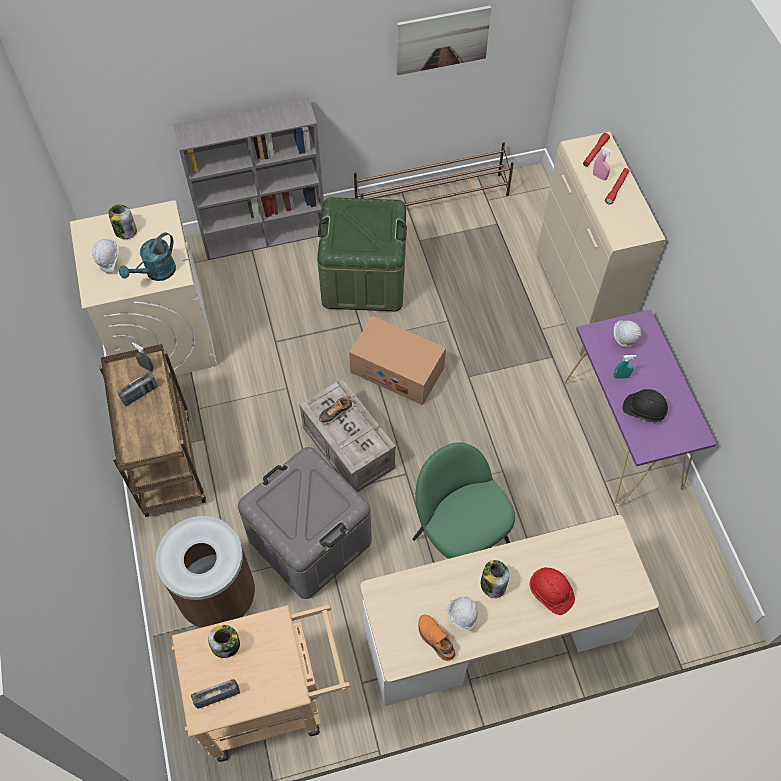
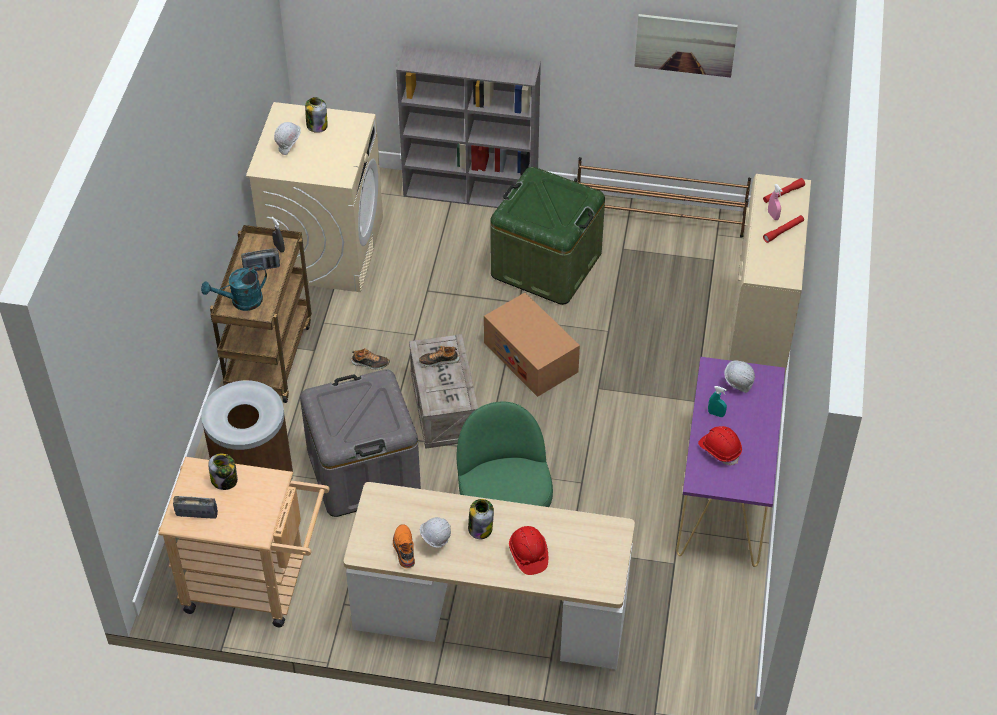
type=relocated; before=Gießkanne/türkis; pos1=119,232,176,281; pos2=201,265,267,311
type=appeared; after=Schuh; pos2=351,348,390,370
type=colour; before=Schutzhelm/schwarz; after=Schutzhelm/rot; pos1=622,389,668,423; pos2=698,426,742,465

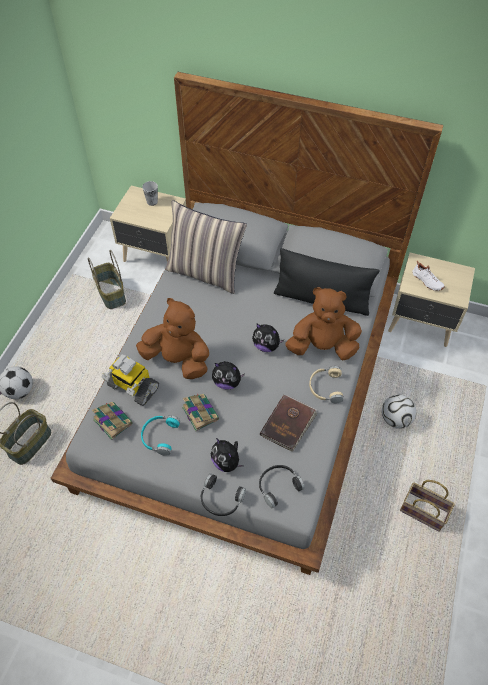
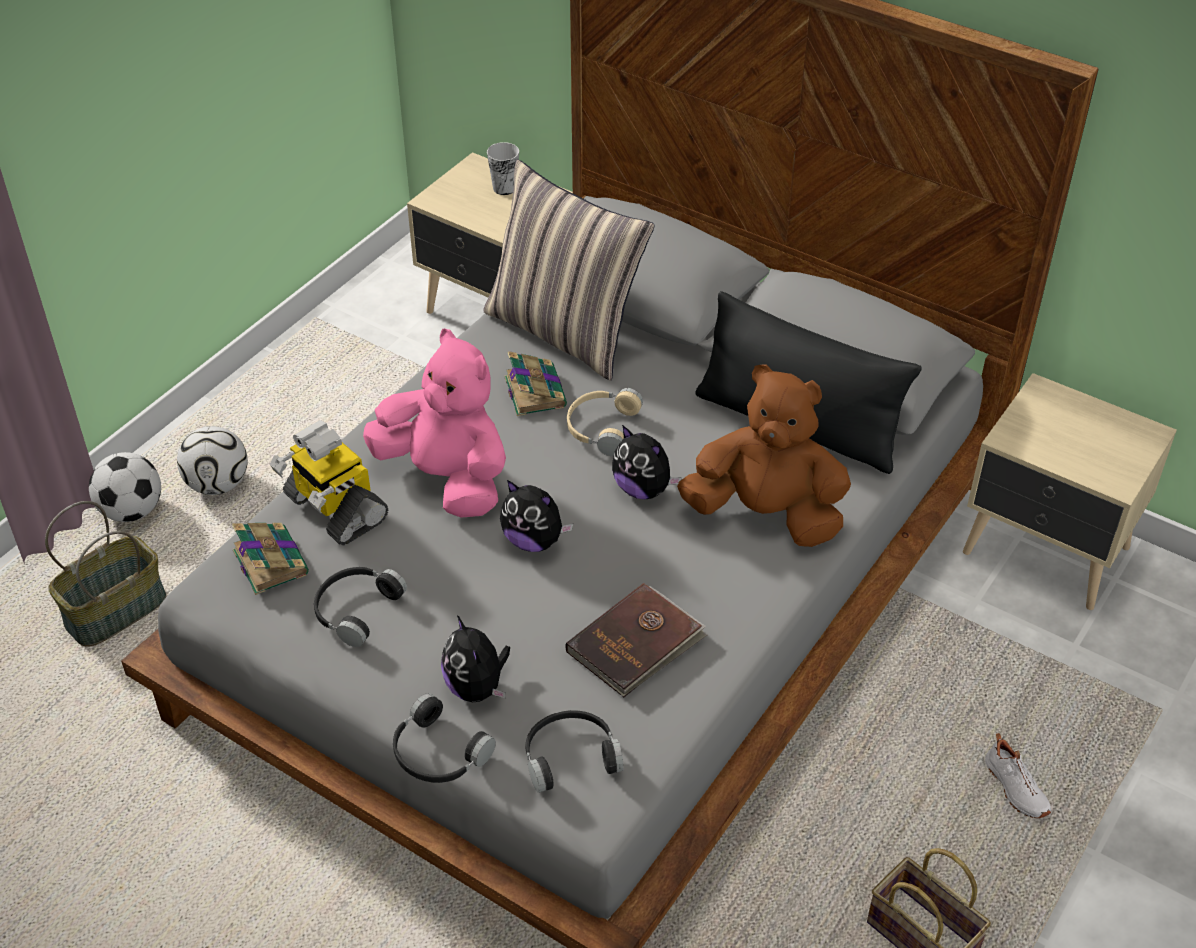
type=relocated; before=Fußball; pos1=382,395,417,429; pos2=177,426,248,495
type=colour; before=Kopfhörer/türkis; after=Kopfhörer/schwarz; pos1=141,415,181,456; pos2=314,567,407,647
type=colour; before=Plüschtier/braun; after=Plüschtier/rosa; pos1=136,298,209,379; pos2=363,329,506,518
type=relocated; before=Buch; pos1=182,394,219,431; pos2=504,351,567,416
type=relocated; before=Kopfhörer/beige; pos1=309,366,343,404; pos2=567,388,643,456
type=relocated; before=Schuh/weiß; pos1=412,261,444,291; pos2=985,733,1051,818
type=missing; before=Korb; pos1=88,250,126,309

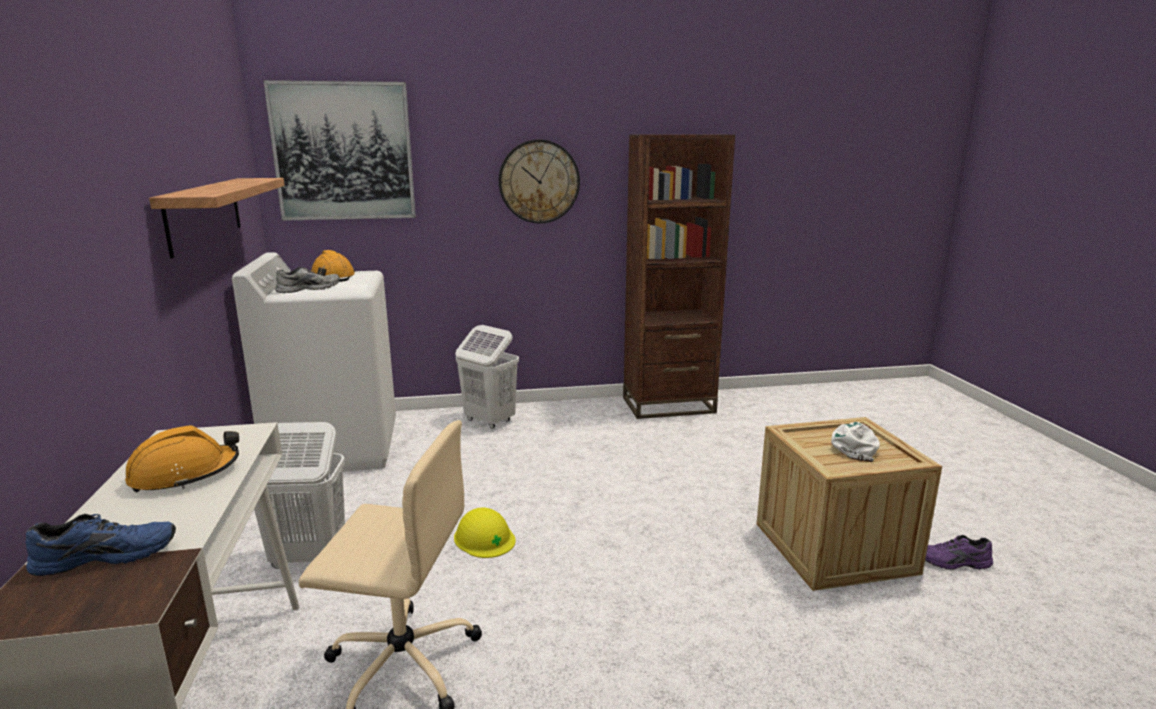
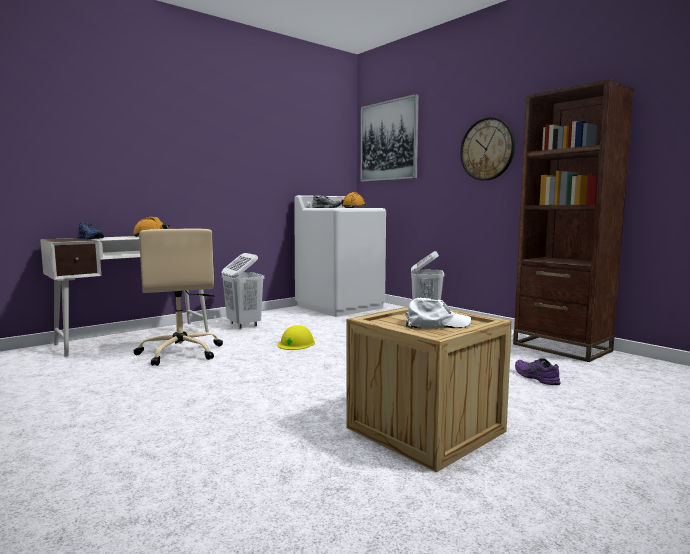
type=relocated; before=Schuh/lila; pos1=925,535,993,570; pos2=515,358,561,385
type=missing; before=Wandregal; pos1=149,178,285,258

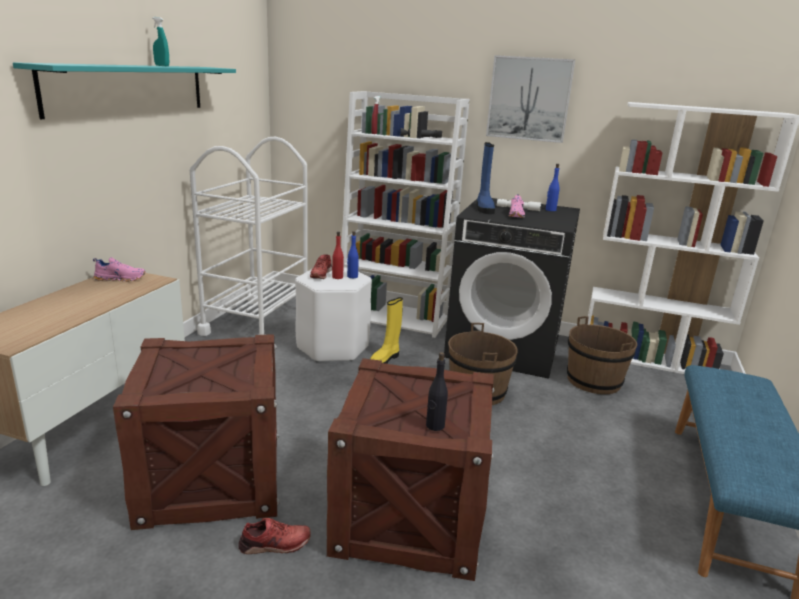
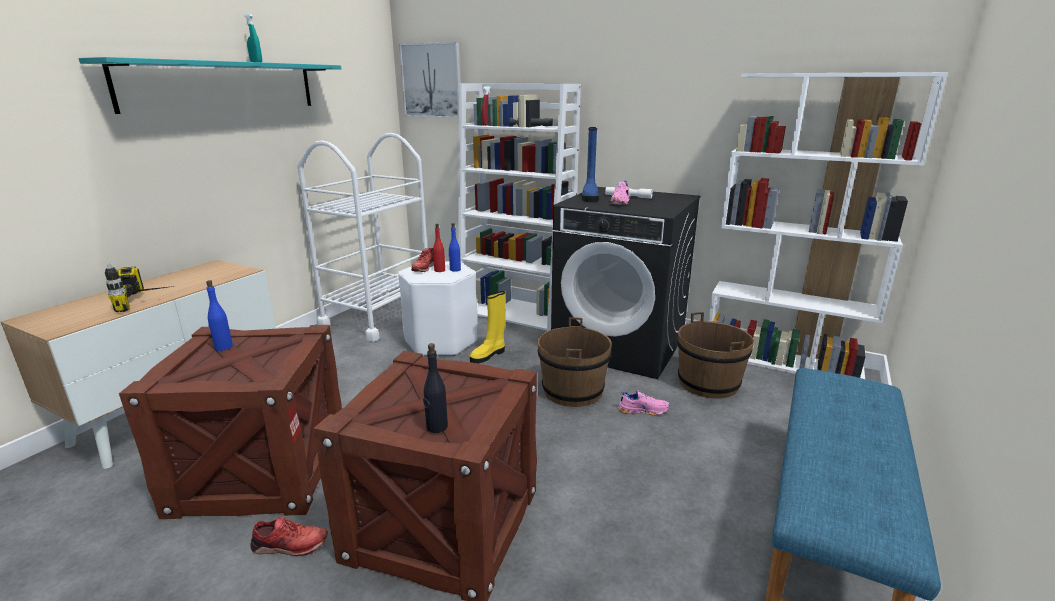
type=appeared; after=Bohrmaschine; pos2=105,263,175,312
type=relocated; before=Flasche/blau; pos1=546,164,560,211; pos2=206,280,233,351
type=relocated; before=Bild; pos1=486,55,575,143; pos2=399,42,461,118
type=relocated; before=Schuh/rosa; pos1=93,257,146,282; pos2=618,390,669,415

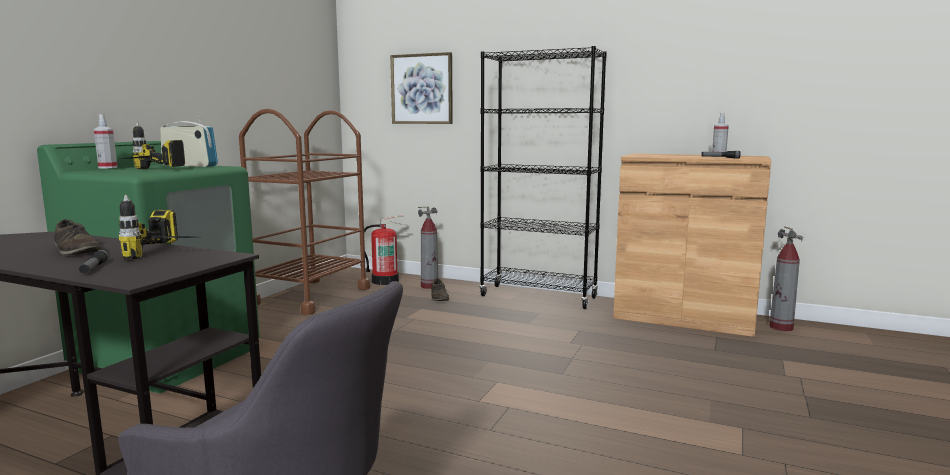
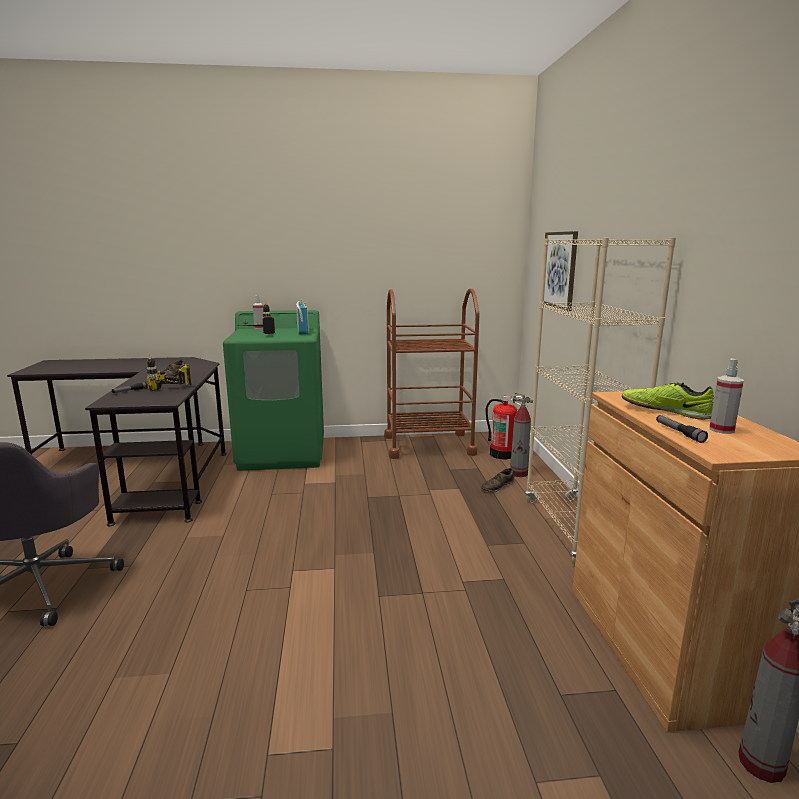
type=colour; before=Bücherregal/schwarz; after=Bücherregal/beige; pos1=479,46,607,309; pos2=525,238,676,565
type=appeared; after=Schuh; pos2=622,383,714,420

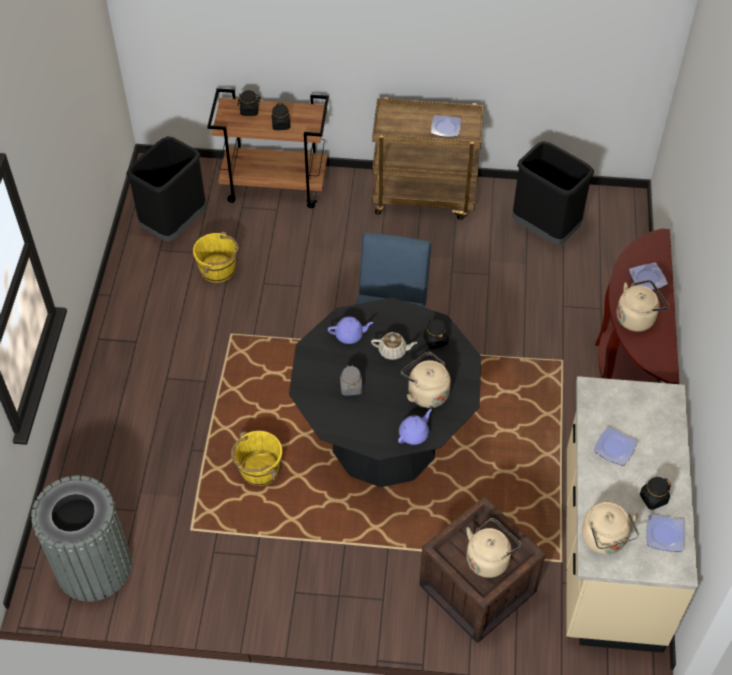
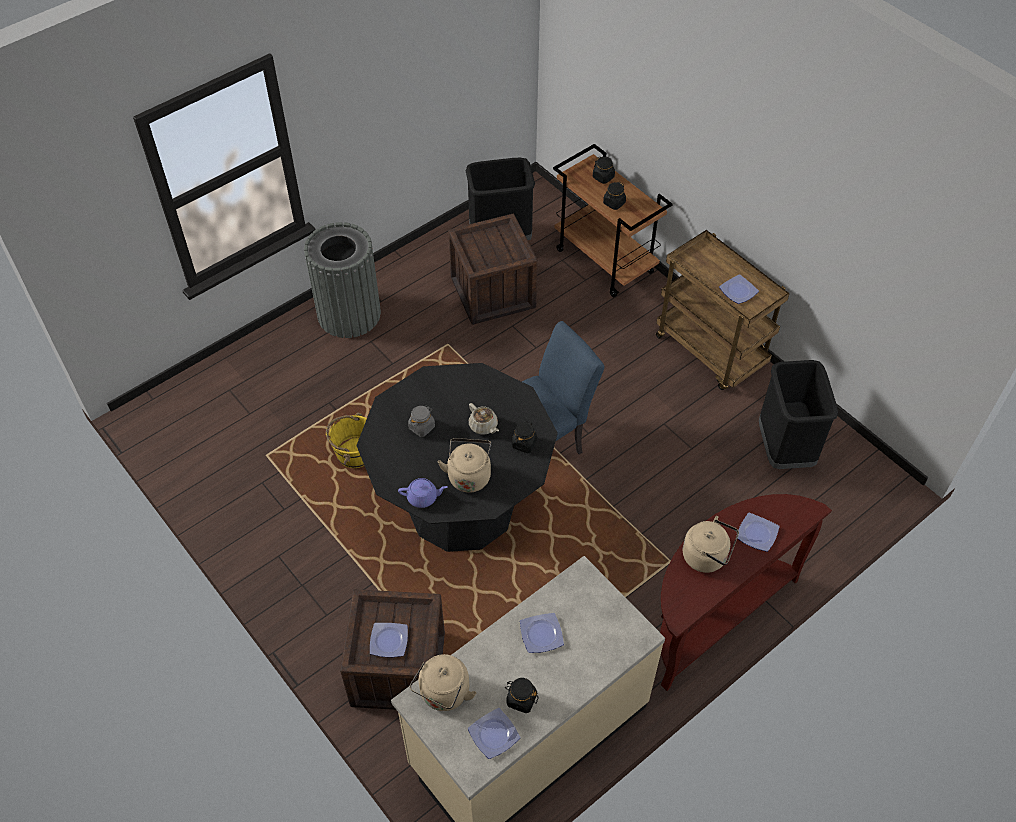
type=relocated; before=Mülleimer/grau; pos1=31,475,132,602; pos2=304,222,381,338
type=exchanged; before=Wasserkessel/beige; after=Teller; pos1=466,518,521,578; pos2=370,623,408,657
type=exchanged; before=Eimer/gelb; after=Kiste; pos1=193,232,239,283; pos2=448,214,538,325
type=missing; before=Teekanne/lila; pos1=328,317,373,344

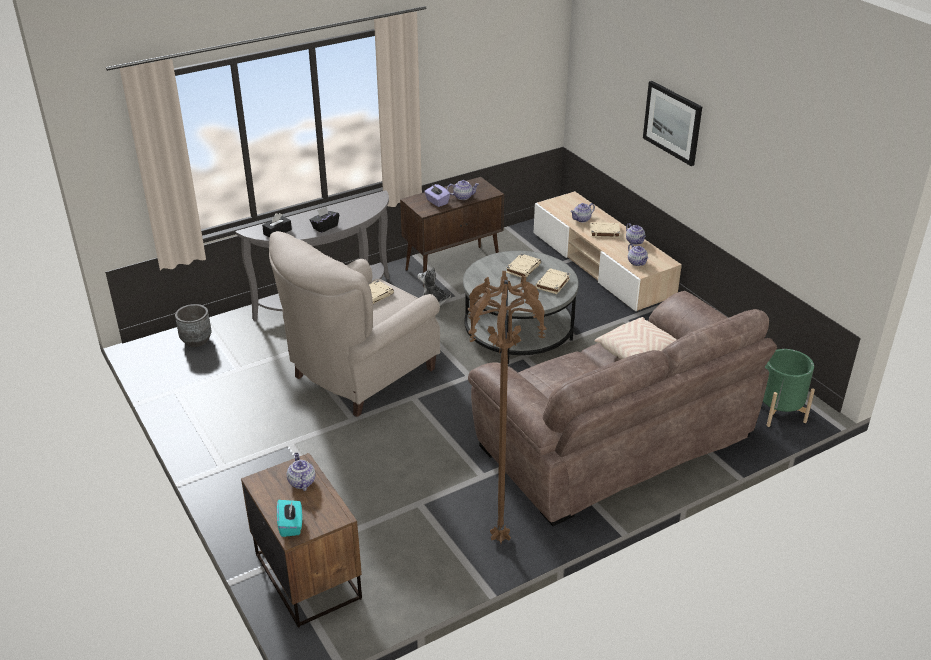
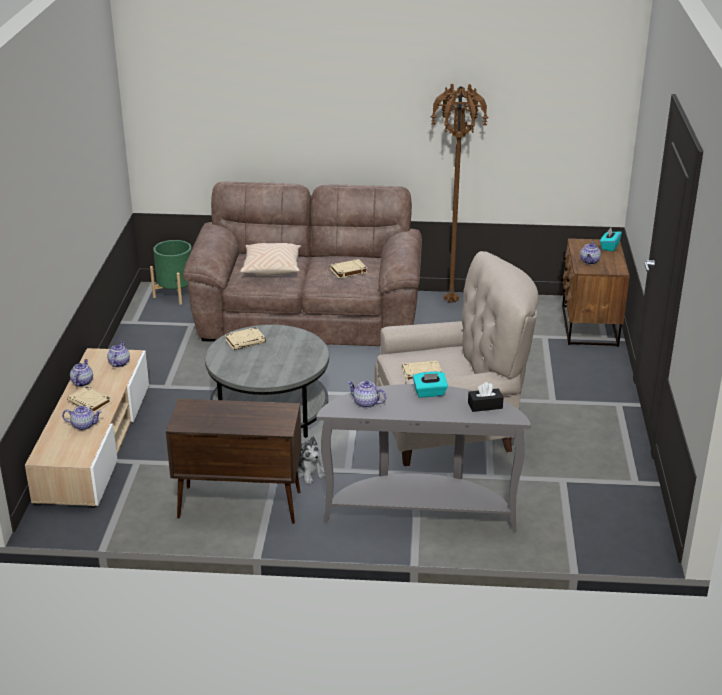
type=relocated; before=Buch/beige; pos1=506,254,541,278; pos2=330,259,367,278
type=relocated; before=Teekanne; pos1=447,180,479,200; pos2=347,381,386,408
type=colour; before=Taschentuchbox/schwarz; after=Taschentuchbox/türkis; pos1=310,206,339,233; pos2=413,371,448,398
type=missing; before=Pflanzkübel/grau; pos1=175,304,212,347
type=missing; before=Taschentuchbox/lila; pos1=424,184,450,207
type=missing; before=Bild; pos1=643,81,702,166

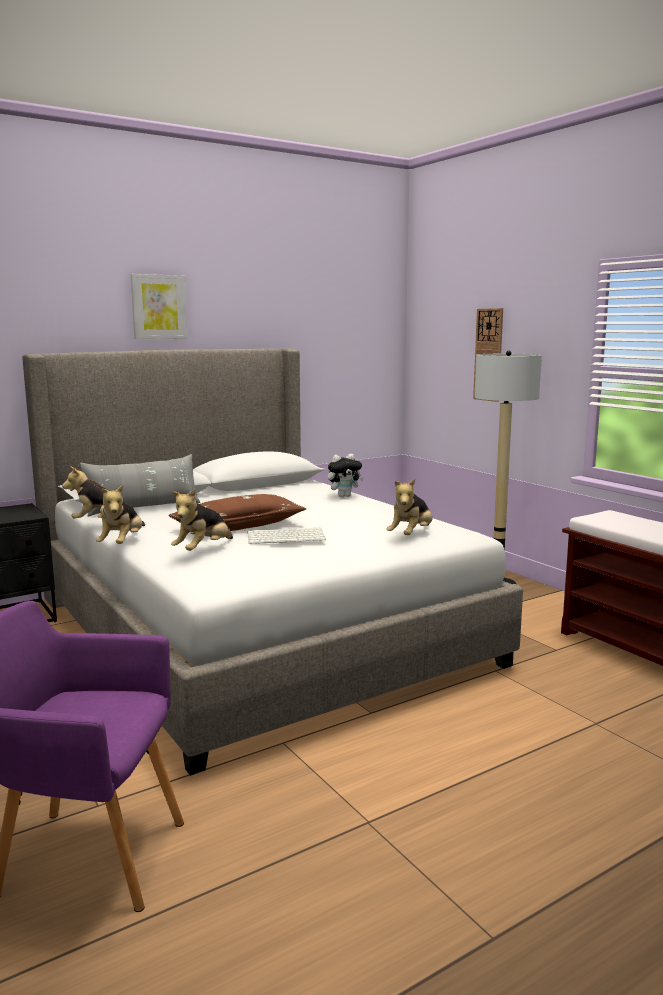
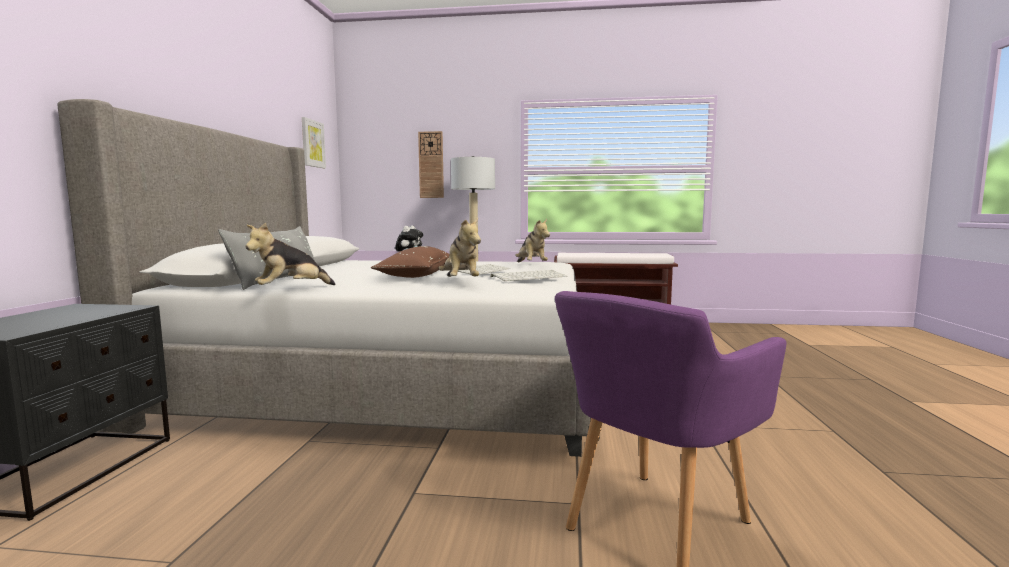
type=relocated; before=Bild; pos1=131,274,187,339; pos2=302,117,326,168
type=appeared; after=Tastatur; pos2=490,270,568,281
type=missing; before=Plüschtier; pos1=96,484,142,544

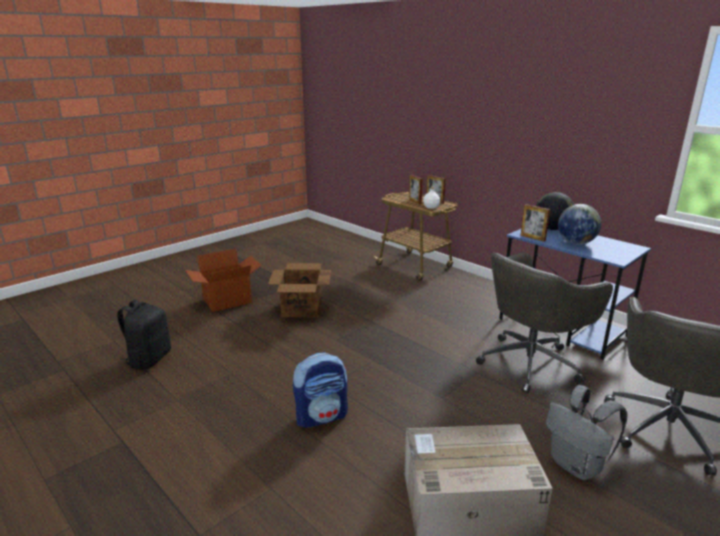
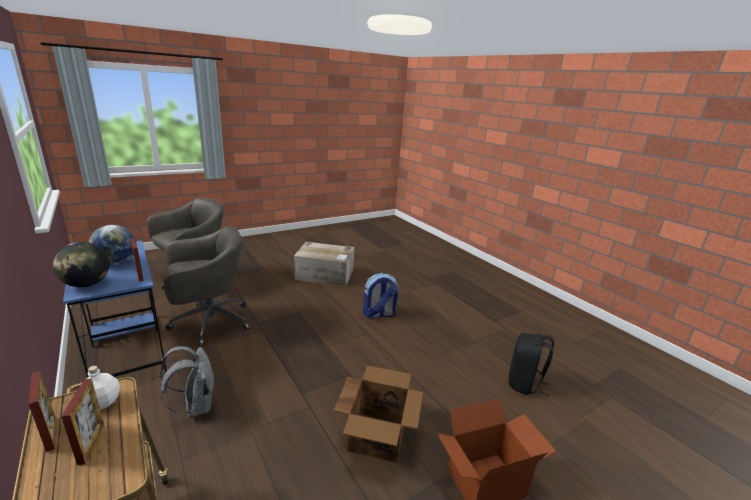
type=relocated; before=Rucksack/grau; pos1=546,385,627,480; pos2=160,346,215,418

